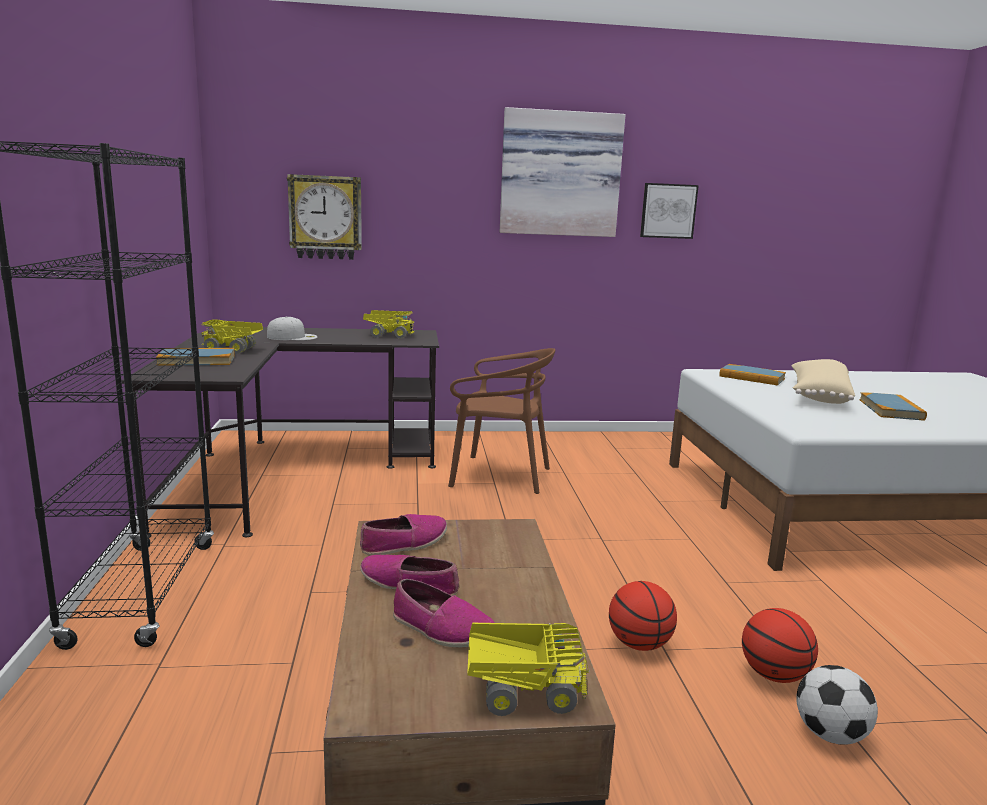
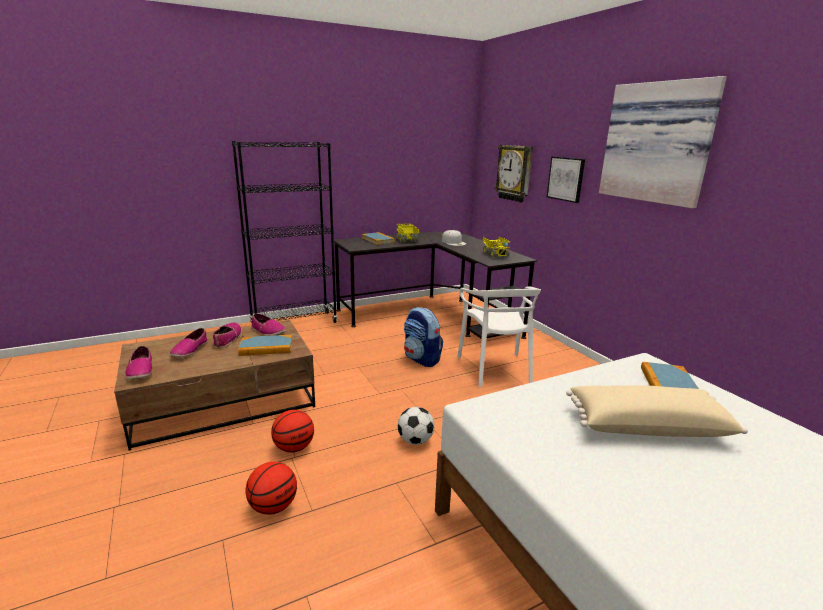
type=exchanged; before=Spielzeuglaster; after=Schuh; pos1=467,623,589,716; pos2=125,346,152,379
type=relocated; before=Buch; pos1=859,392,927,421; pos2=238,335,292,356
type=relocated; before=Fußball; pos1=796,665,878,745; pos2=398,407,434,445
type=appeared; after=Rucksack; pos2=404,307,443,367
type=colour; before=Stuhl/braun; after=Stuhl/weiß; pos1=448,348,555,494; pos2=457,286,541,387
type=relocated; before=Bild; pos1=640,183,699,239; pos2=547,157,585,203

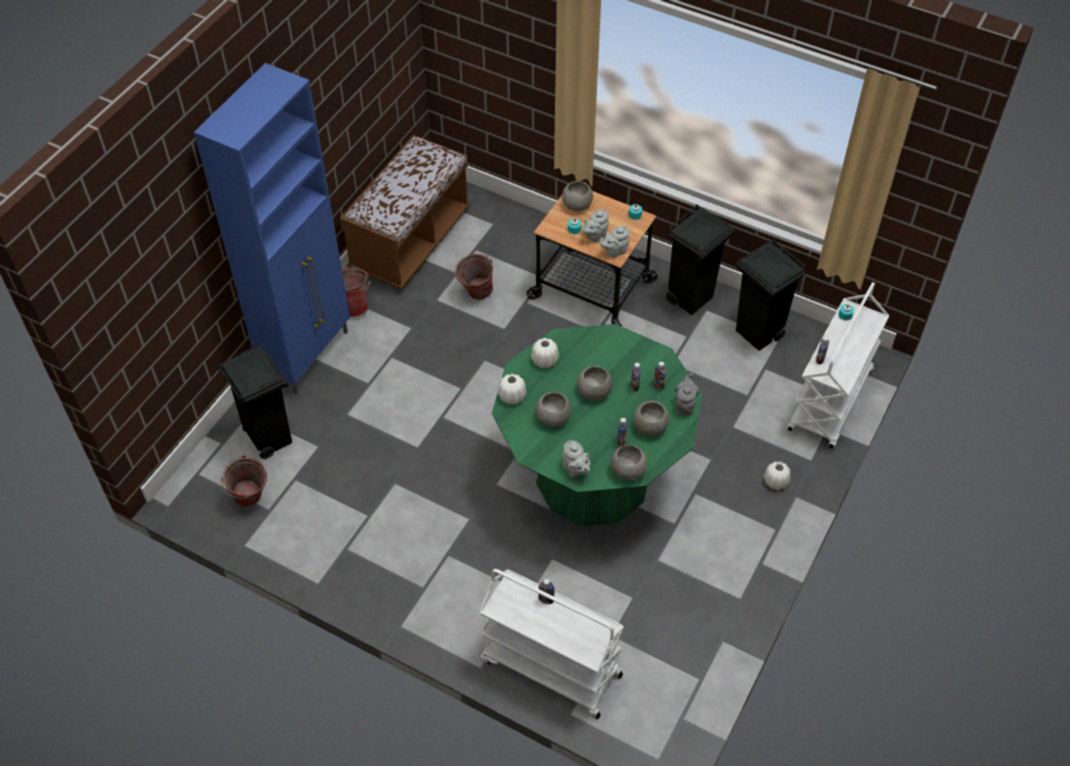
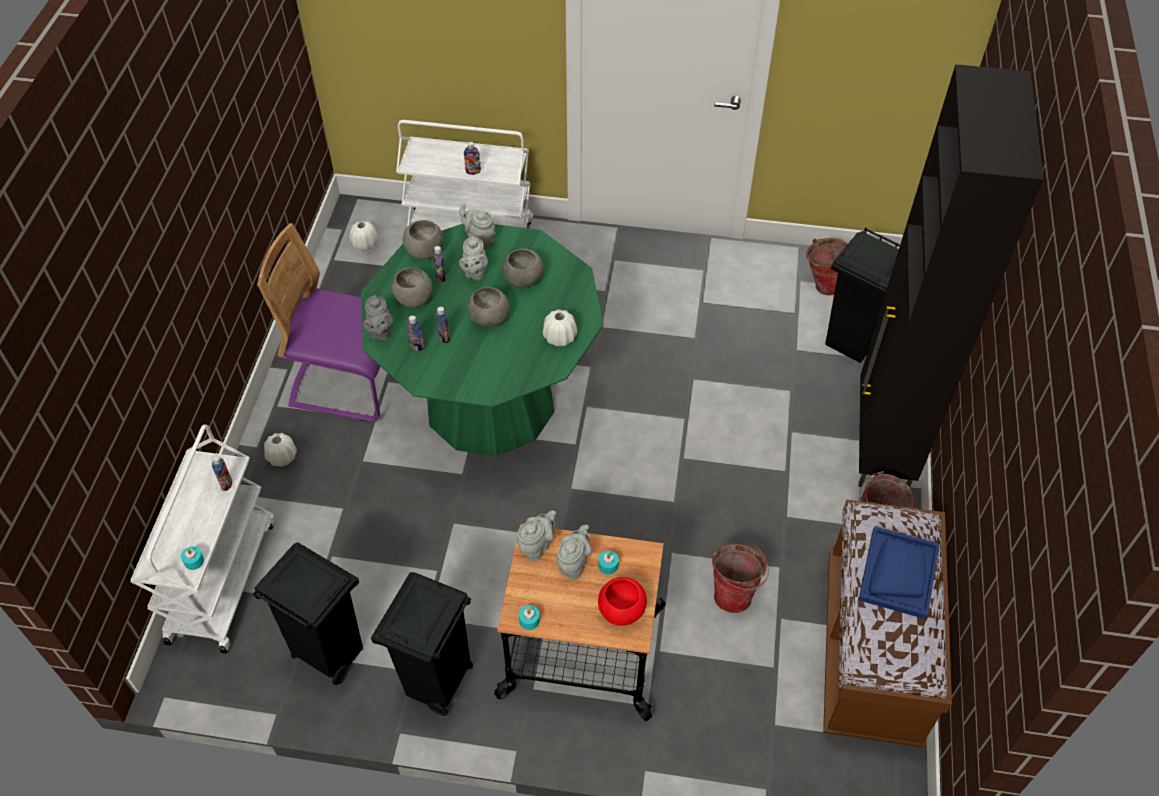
type=appeared; after=Stuhl/lila; pos2=257,223,380,422
type=relocated; before=Vase/weiß; pos1=498,374,527,404; pos2=350,221,378,250
type=appeared; after=Teekanne/grau; pos2=459,235,488,281
type=colour; before=Schüssel/grau; after=Schüssel/rot; pos1=562,181,593,211; pos2=598,577,647,626
type=colour; before=Schrank/blau; after=Schrank/schwarz; pos1=194,63,350,395; pos2=858,64,1044,487
type=appeared; after=Tablett/blau; pos2=859,526,940,619

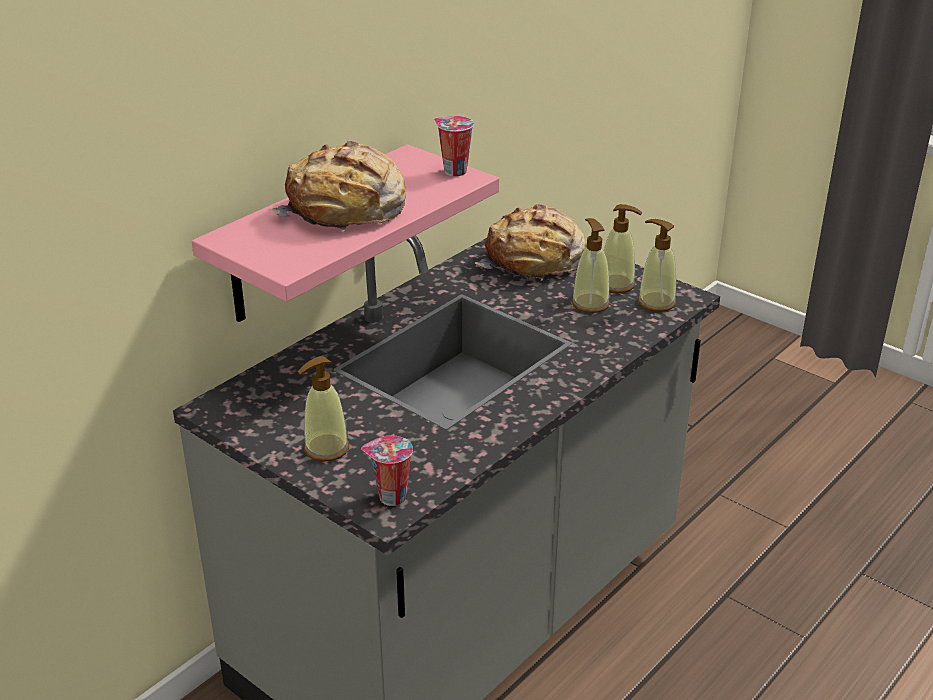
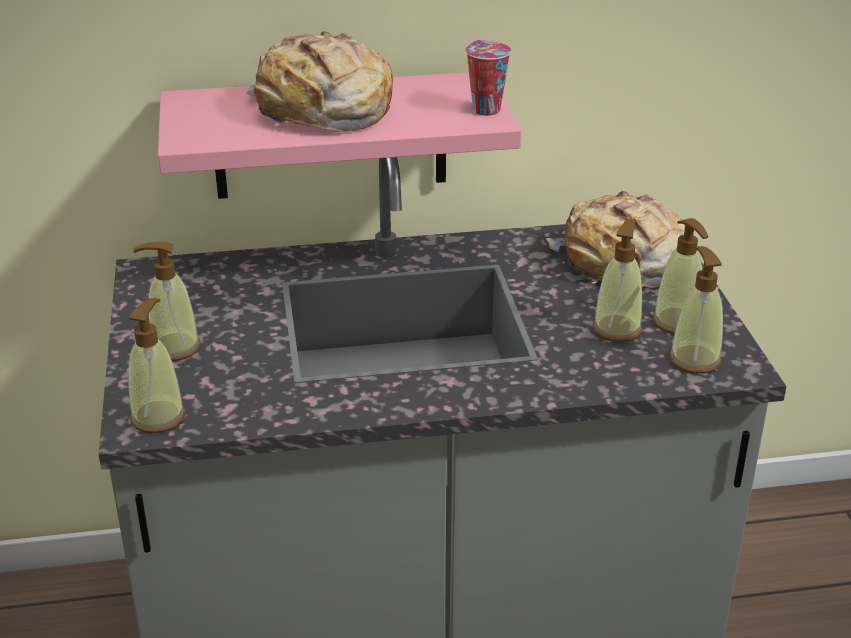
type=exchanged; before=Tasse; after=Seifenspender; pos1=361,436,413,506; pos2=128,298,186,433

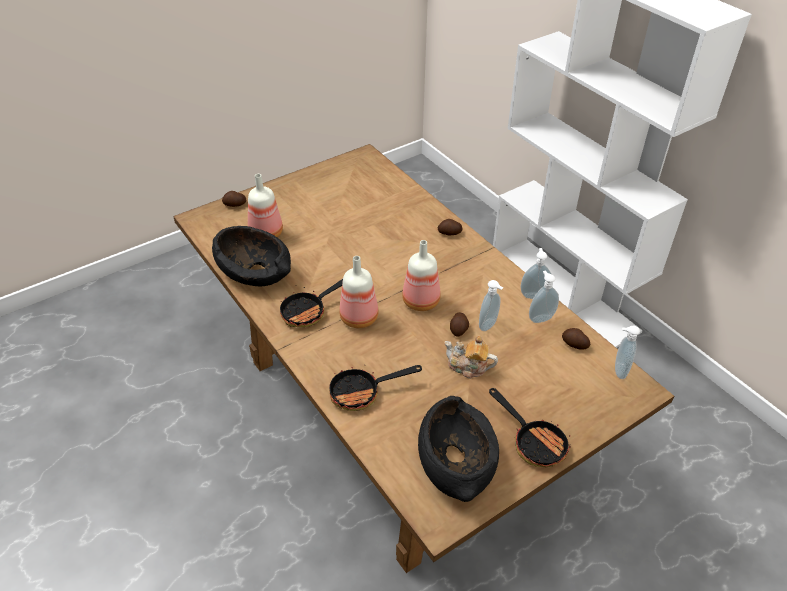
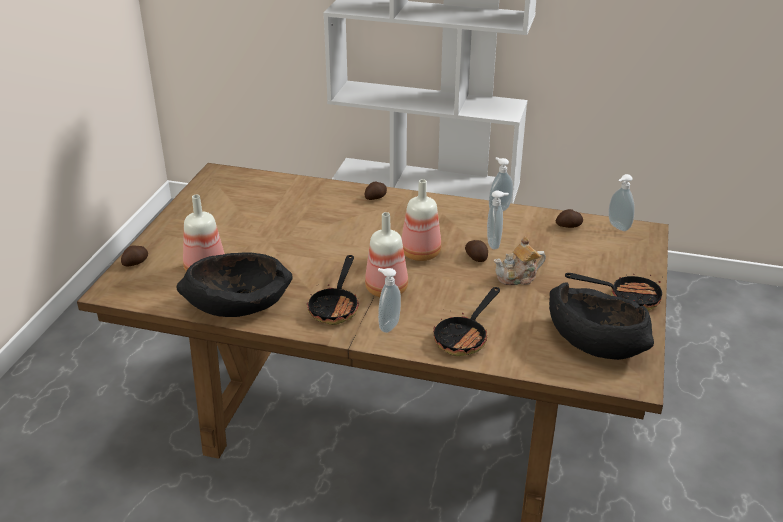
type=relocated; before=Seifenspender; pos1=529,271,559,323; pos2=378,268,401,333

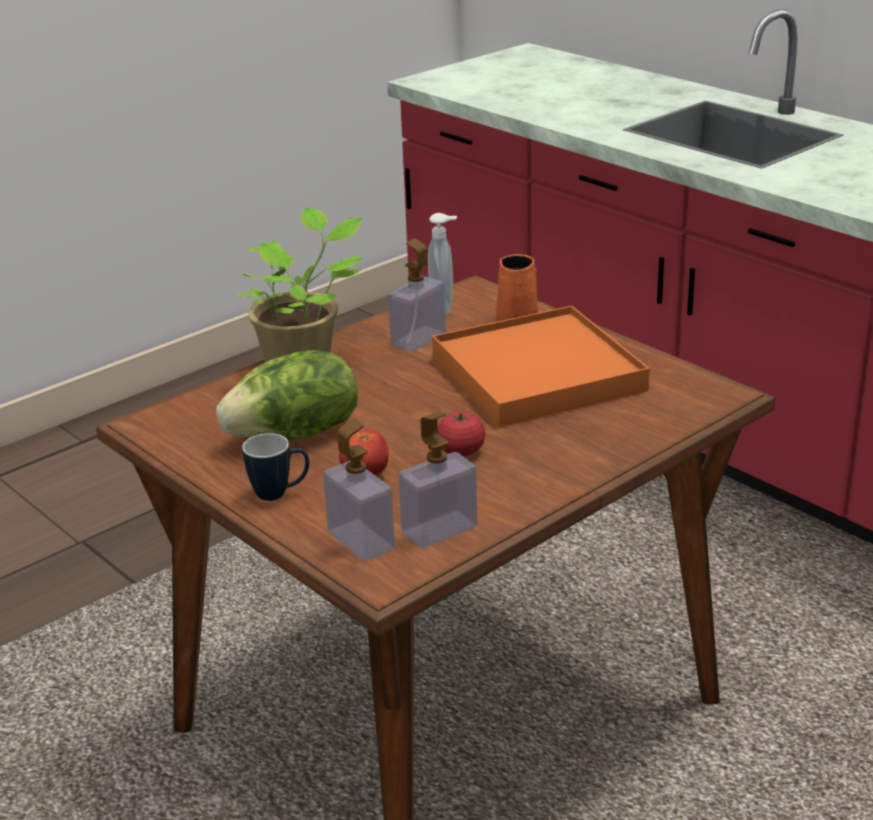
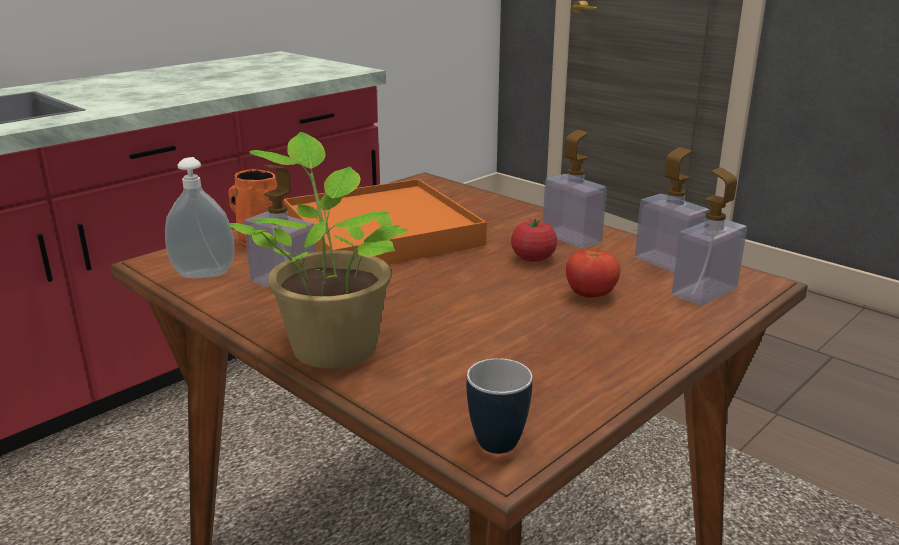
type=relocated; before=Henkelbecher; pos1=242,433,309,501; pos2=467,358,532,454
type=appeared; after=Seifenspender; pos2=543,130,607,248
type=missing; before=Salatkopf; pos1=216,350,358,440

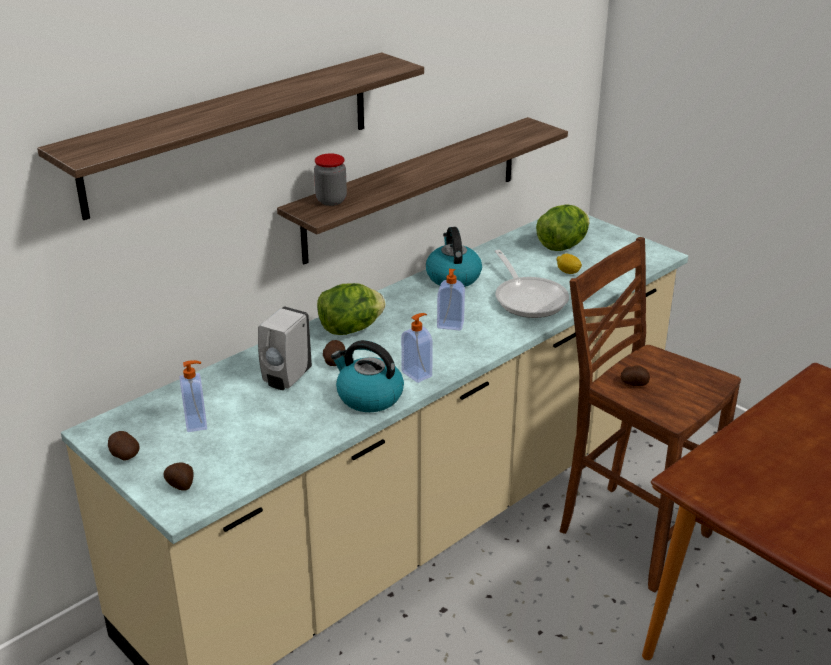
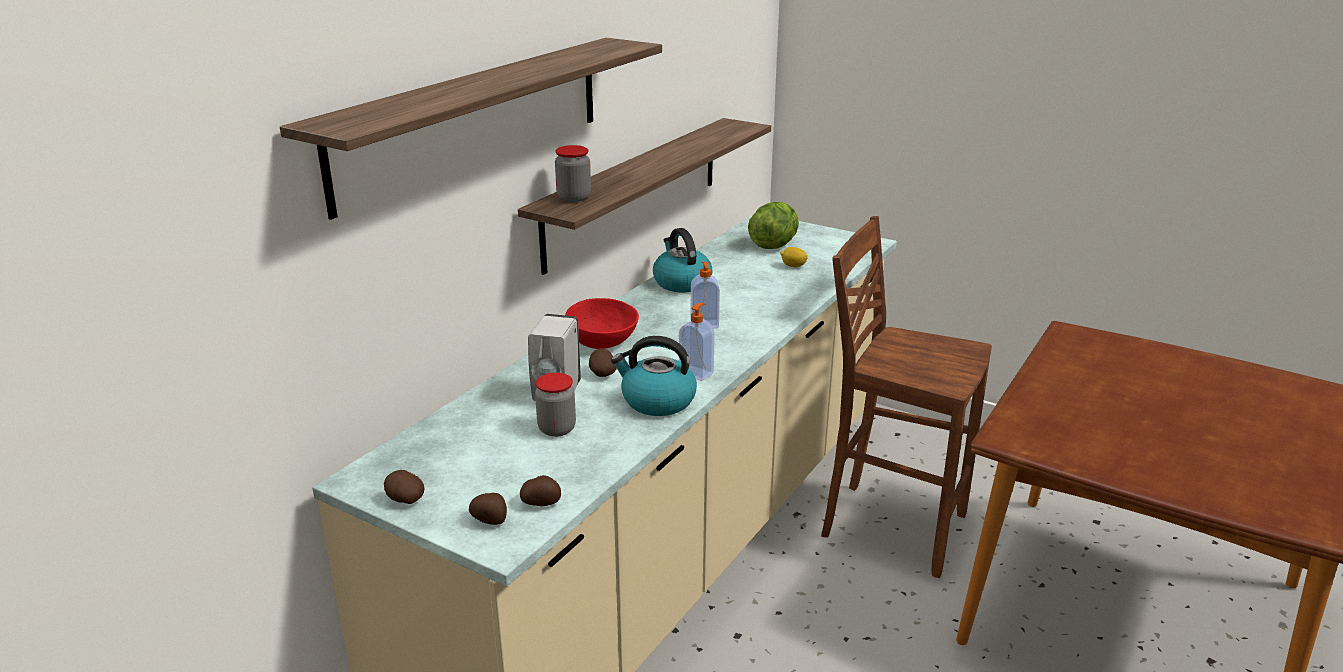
type=relocated; before=Kartoffel; pos1=621,365,650,386; pos2=520,475,561,506
type=appeared; after=Vorratsglas; pos2=535,373,576,437
type=exchanged; before=Salatkopf; after=Schüssel/rot; pos1=317,283,386,335; pos2=565,298,639,349
type=missing; before=Seifenspender; pos1=179,360,207,432
type=missing; before=Pfanne; pos1=495,250,569,318

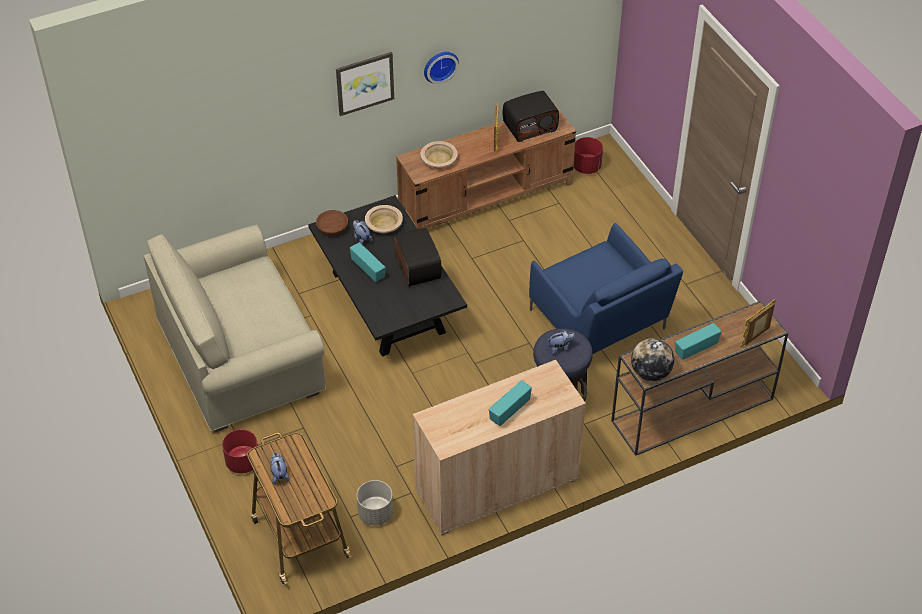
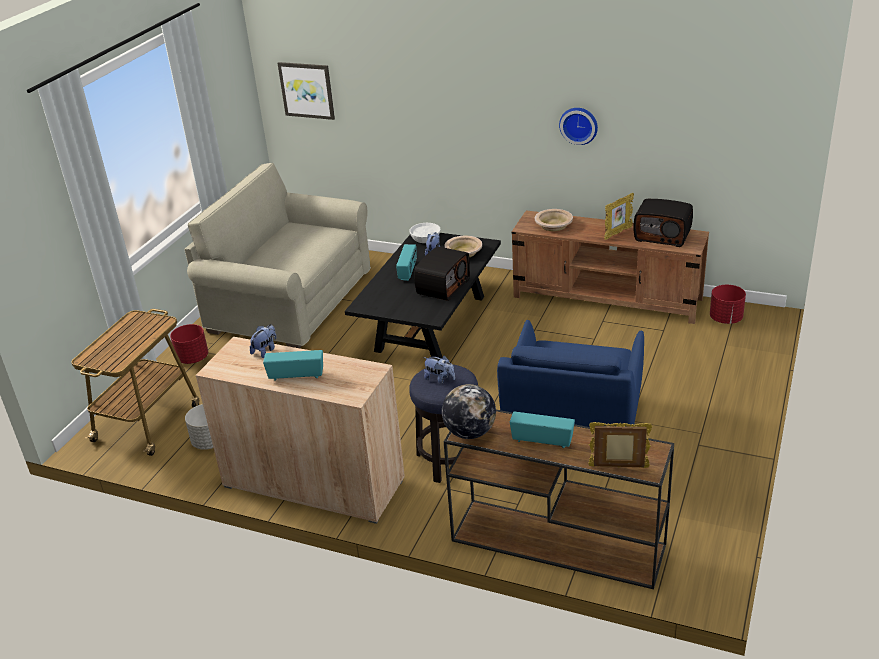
type=relocated; before=Plüschtier; pos1=271,452,289,485; pos2=249,325,277,358
type=relocated; before=Bild; pos1=336,52,394,116; pos2=277,62,335,120
type=colour; before=Schüssel/braun; after=Schüssel/weiß; pos1=316,210,348,236; pos2=410,223,440,243

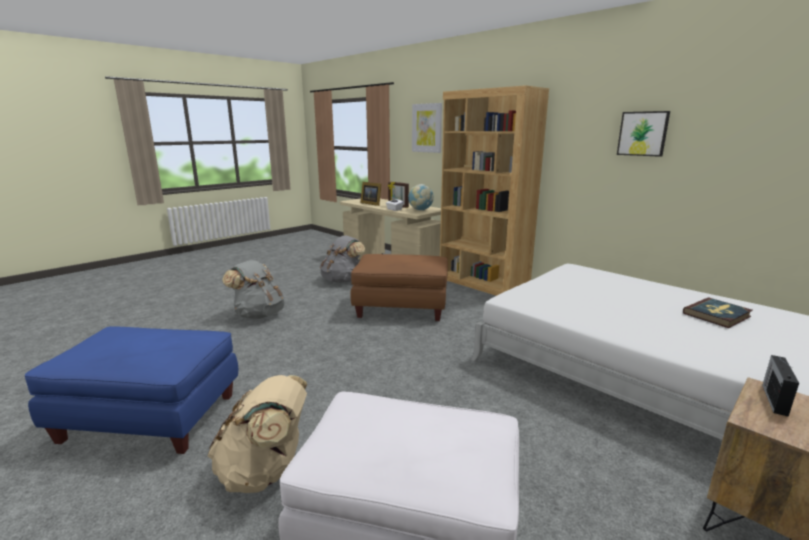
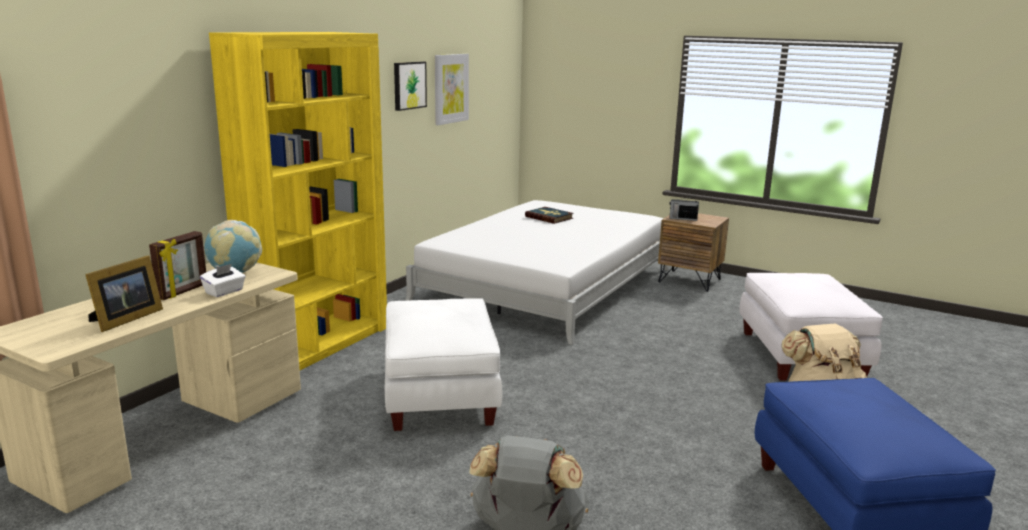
type=colour; before=Bücherregal/braun; after=Bücherregal/gelb; pos1=440,85,549,296; pos2=209,32,387,370
type=colour; before=Polsterhocker/braun; after=Polsterhocker/weiß; pos1=351,254,448,321; pos2=385,298,502,431
type=relocated; before=Bild; pos1=412,103,442,153; pos2=435,54,469,125
type=missing; before=Rucksack/grau; pos1=320,236,365,283

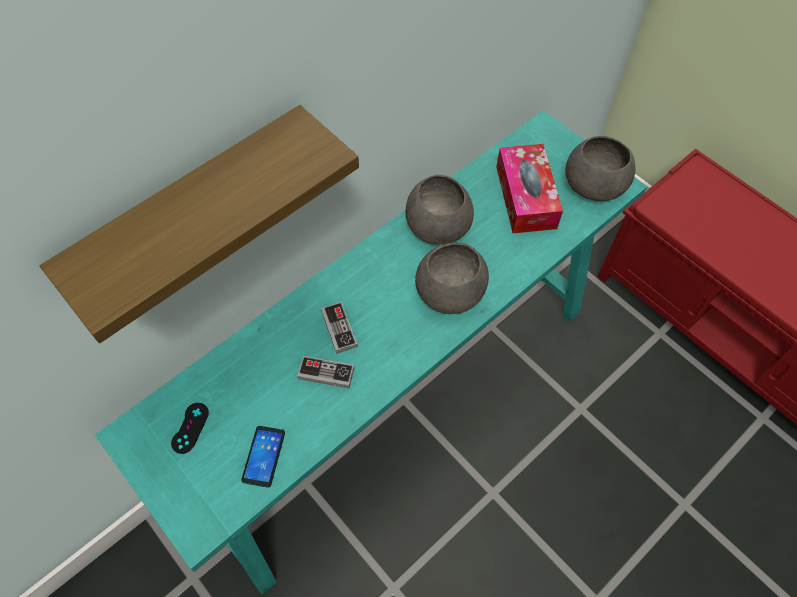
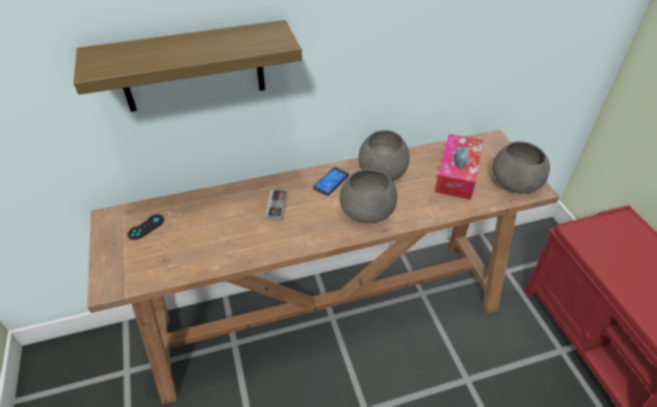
type=colour; before=Konsolentisch/türkis; after=Konsolentisch/braun; pos1=95,110,647,595; pos2=87,130,560,404
type=relocated; before=Handy; pos1=241,426,285,488; pos2=313,167,349,196
type=missing; before=Gamepad; pos1=297,356,354,388

